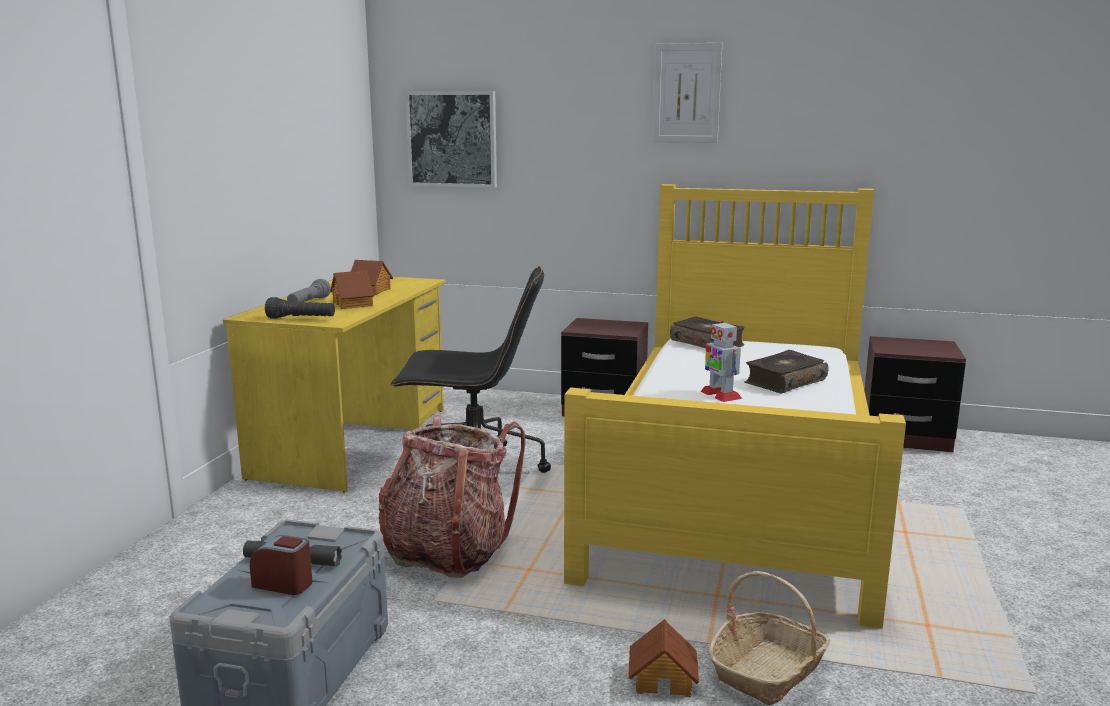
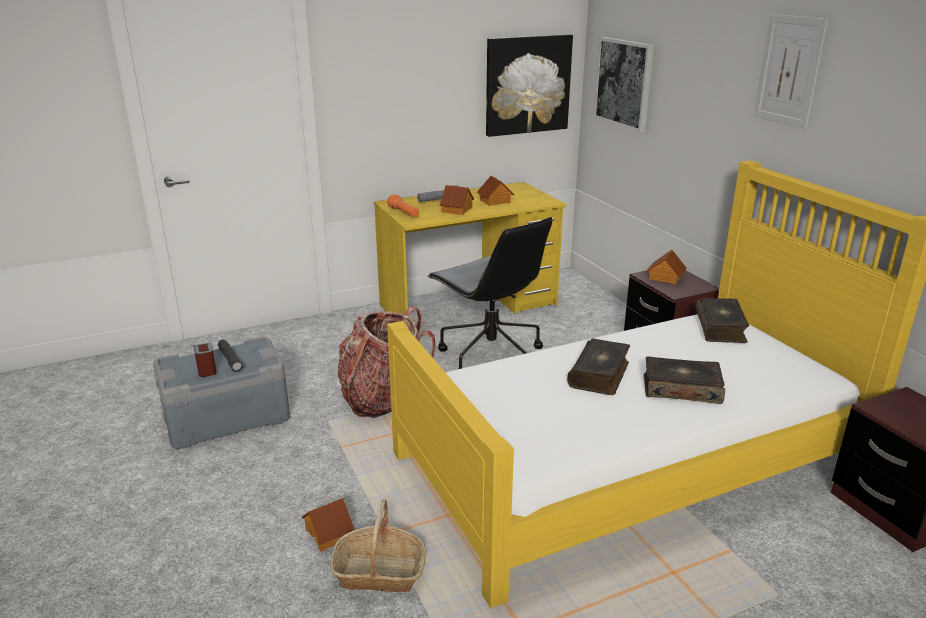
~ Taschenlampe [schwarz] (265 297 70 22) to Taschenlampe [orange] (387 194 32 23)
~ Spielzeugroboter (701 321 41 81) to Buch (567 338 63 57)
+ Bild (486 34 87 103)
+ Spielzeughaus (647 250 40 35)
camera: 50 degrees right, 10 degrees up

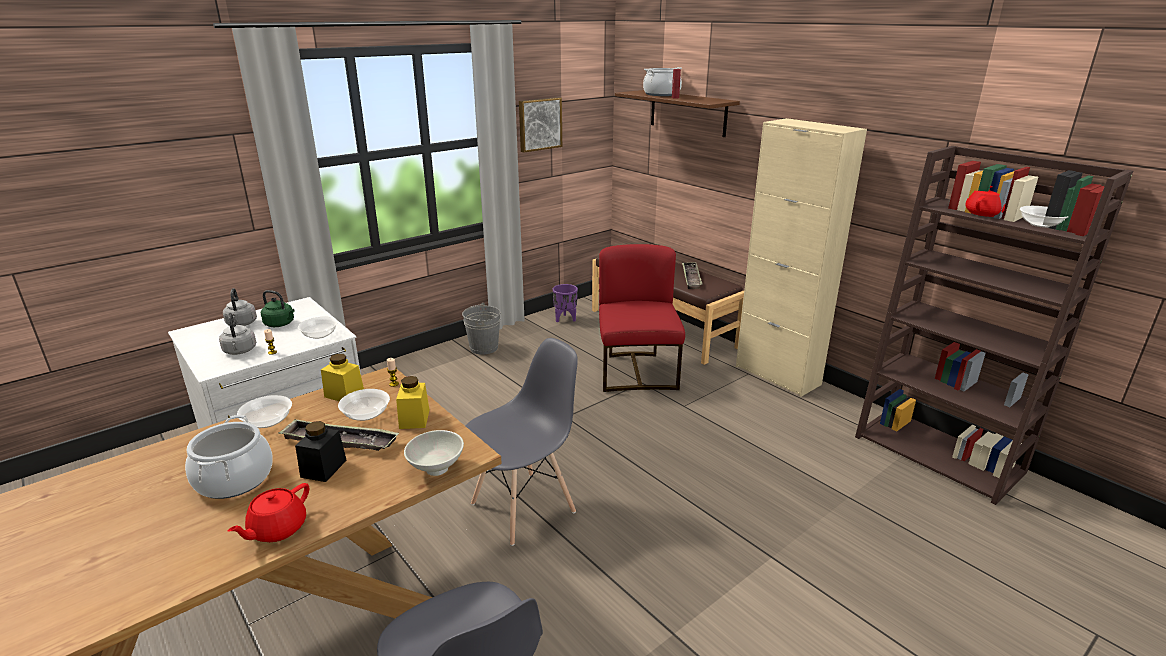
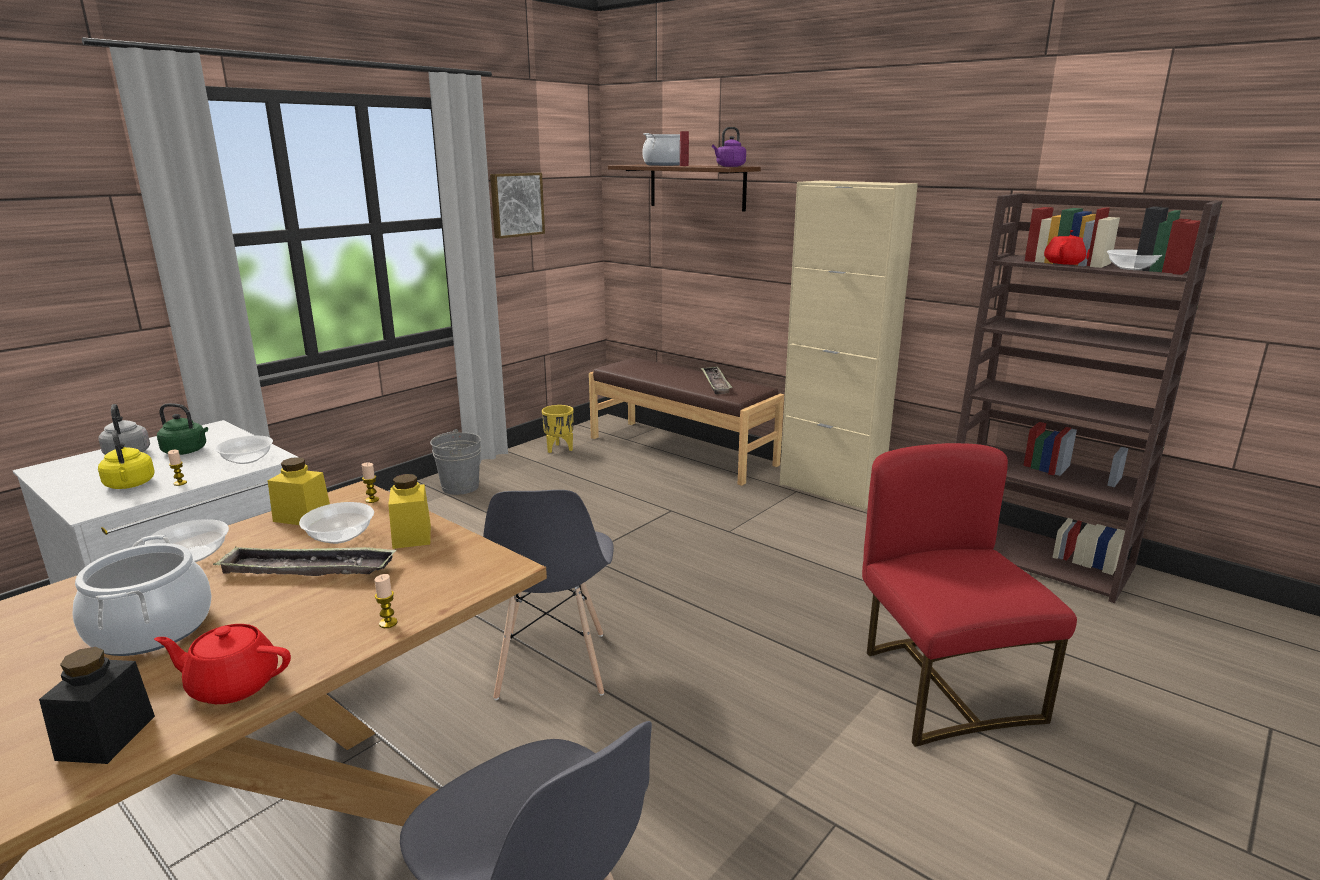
~ Stuhl [rot] (599 244 86 148) to (862 443 215 304)
~ Pflanzkübel [lila] (553 284 25 38) to Pflanzkübel [gelb] (542 405 31 48)
~ Wasserkessel [grau] (219 313 37 42) to Wasserkessel [gelb] (98 430 57 59)
~ Stuhl [grau] (465 338 113 208) = (483 490 131 210) 135 degrees clockwise
~ Vorratsglas [schwarz] (295 421 52 61) to (39 647 116 117)
- Schüssel [weiß] (404 430 60 46)
~ Teekanne [rot] (228 483 81 59) = (154 624 137 80) 75 degrees clockwise
+ Wasserkessel [lila] (712 127 34 40)
+ Kerze (374 574 24 54)
camera: 10 degrees left, 5 degrees down

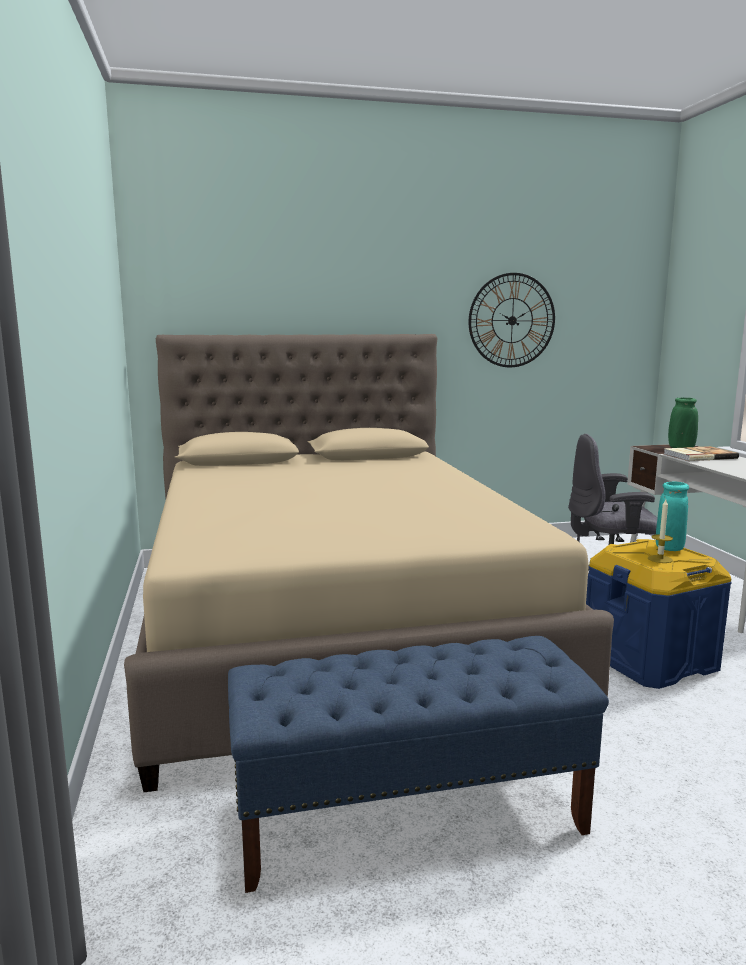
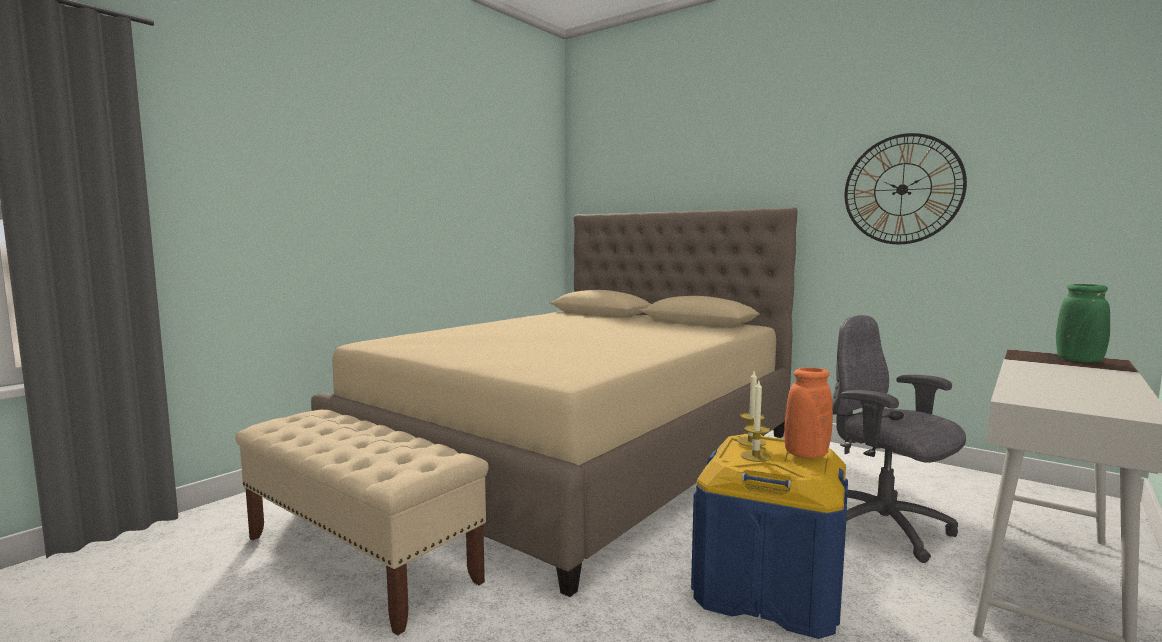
- Buch (664 446 75 15)
~ Vase [türkis] (656 482 33 69) to Vase [orange] (784 368 49 90)
~ Bank [blau] (228 636 381 257) to Bank [beige] (235 410 253 225)
+ Kerze (737 371 28 76)
camera: 50 degrees right, 5 degrees down

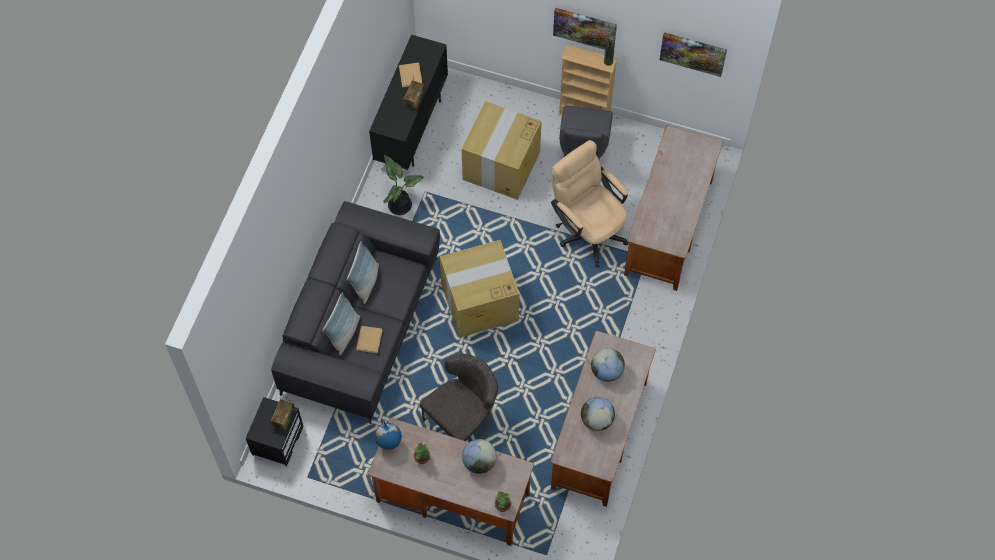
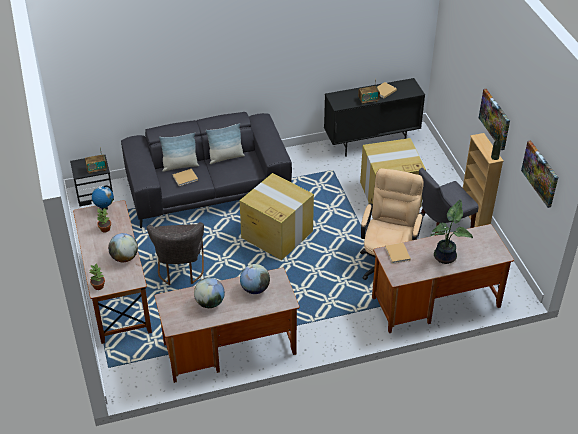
~ Topfpflanze (383 155 41 60) to (430 199 43 65)
~ Stuhl [grau] (420 354 78 87) = (147 222 57 63) 75 degrees clockwise
+ Buch [beige] (385 243 26 21)
camera: 55 degrees right, 20 degrees down

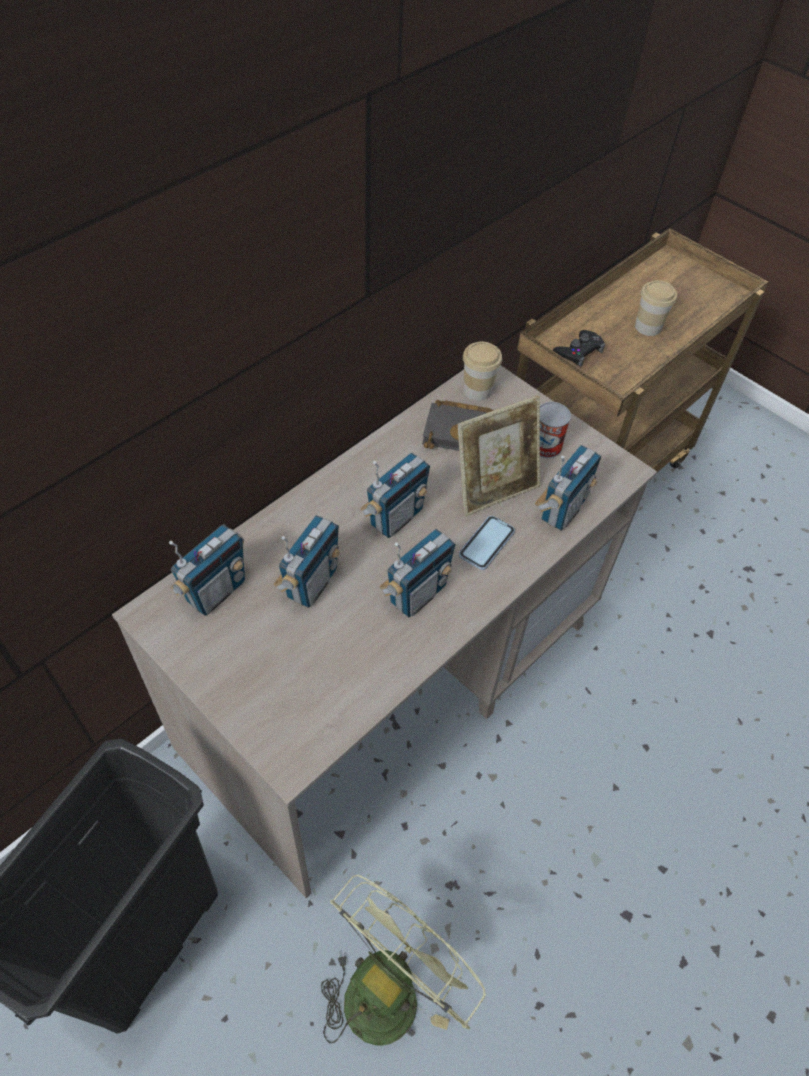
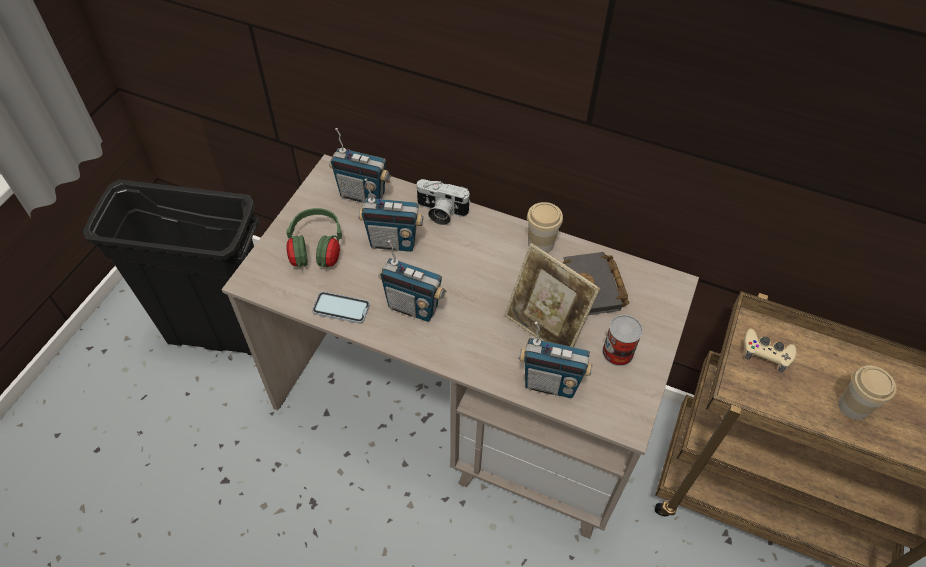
~ Gamepad [schwarz] (553 330 53 37) to Gamepad [beige] (744 329 52 44)
~ Tasse (463 342 39 59) to (527 202 36 51)
- Radio (360 453 70 85)
~ Handy (459 516 56 54) to (312 292 58 31)
- Ventilator [grün] (321 875 165 170)
+ Kamera (415 179 56 46)
+ Kopfhörer [grün] (286 208 56 59)
camera: 70 degrees right, 0 degrees up

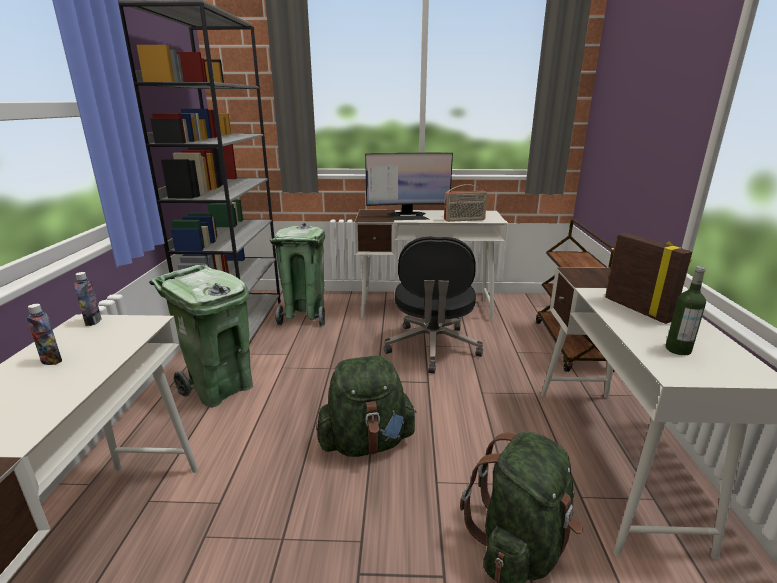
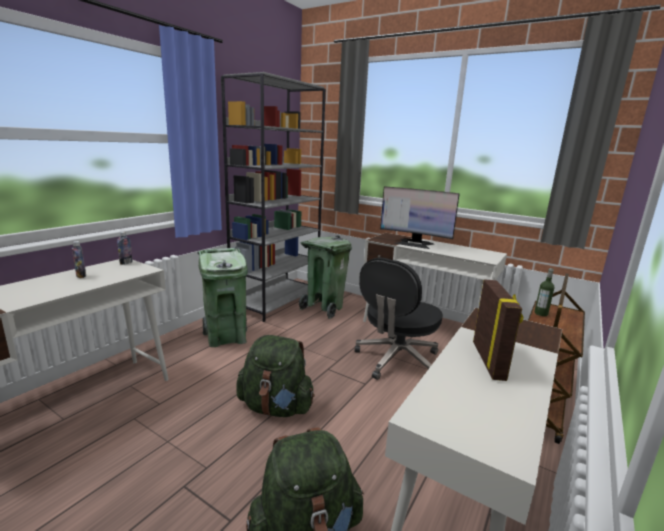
- Radio (444 184 43 38)
~ Flasche (665 266 41 89) to (534 268 21 48)
camera: 30 degrees right, 5 degrees down

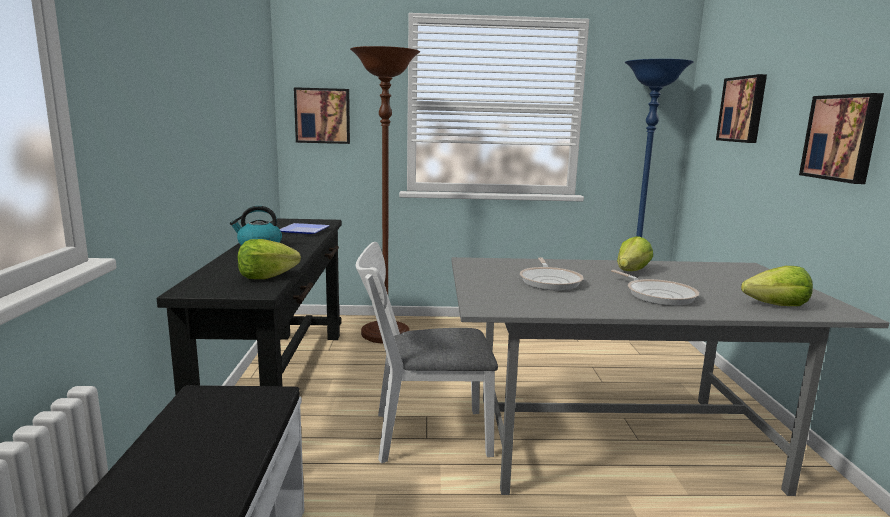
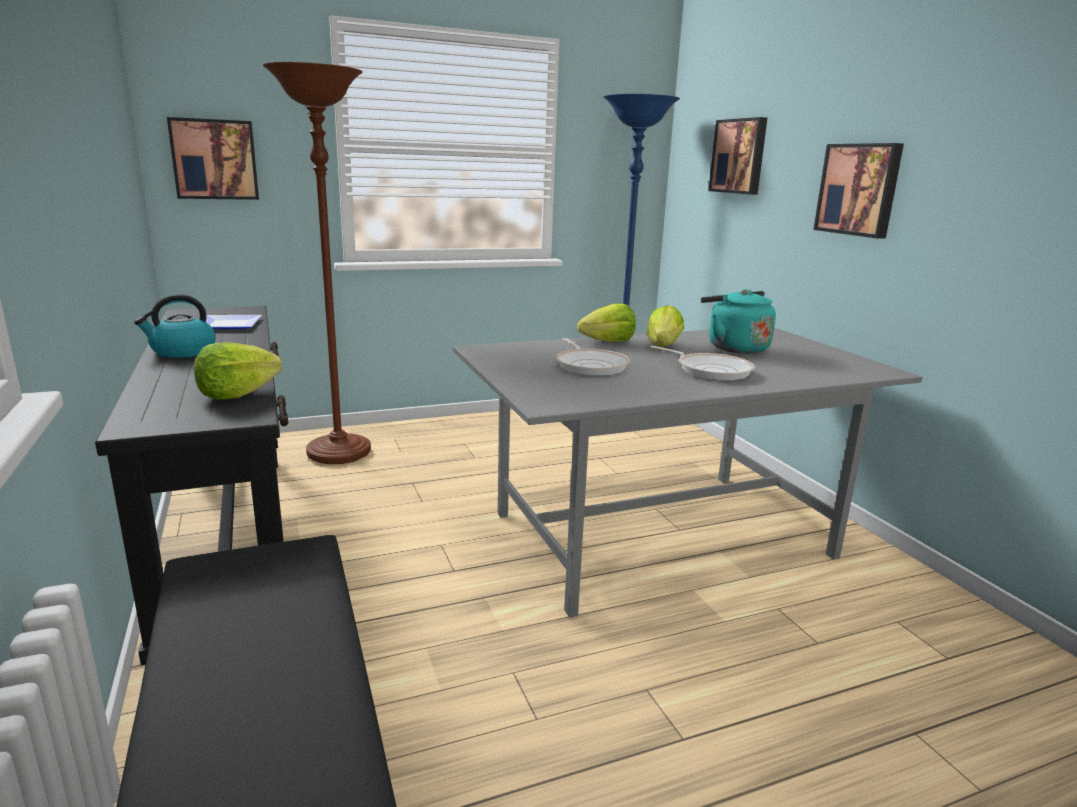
- Stuhl [weiß] (356 242 142 221)
~ Salatkopf (741 266 72 40) to (577 303 59 39)
+ Wasserkessel [türkis] (701 289 75 65)
camera: 20 degrees left, 5 degrees up

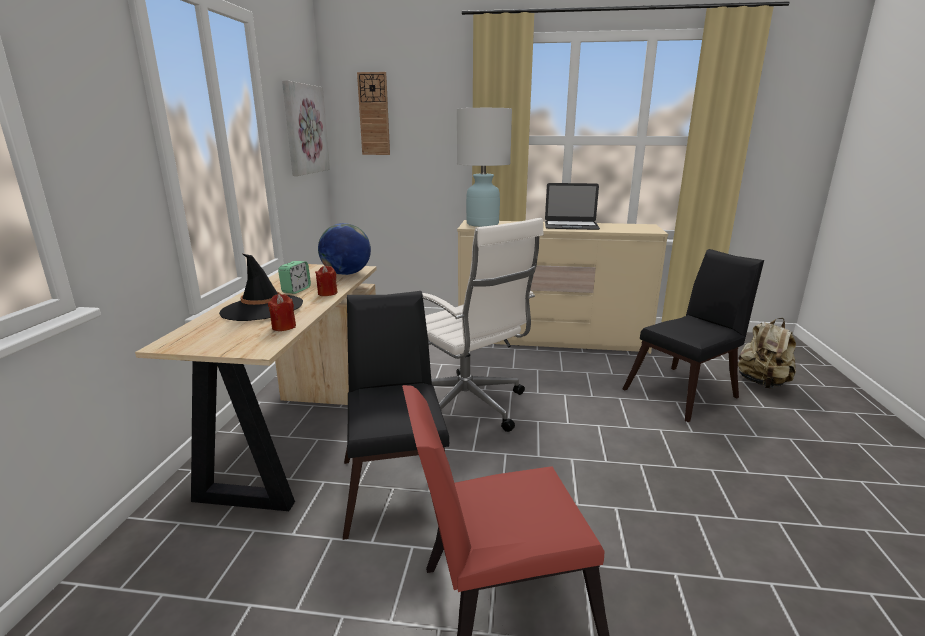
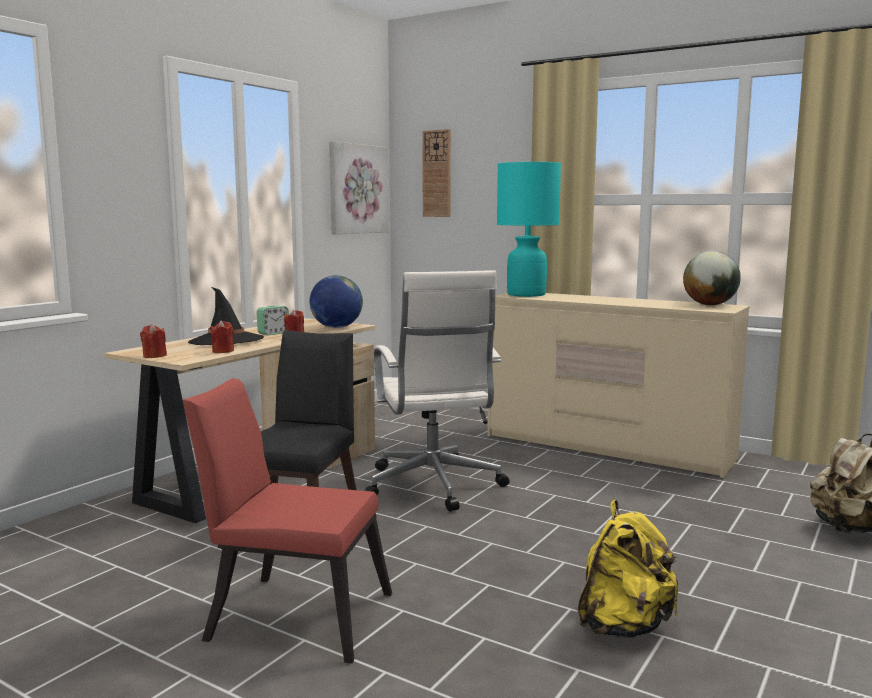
~ Tischlampe [weiß] (457 108 55 119) to Tischlampe [türkis] (497 162 64 135)
- Laptop (545 183 55 47)
- Stuhl [schwarz] (623 249 141 173)
+ Globus (683 251 58 54)
+ Kerze [rot] (140 324 27 34)
+ Rucksack [gelb] (578 500 100 138)
camera: 25 degrees right, 10 degrees down

